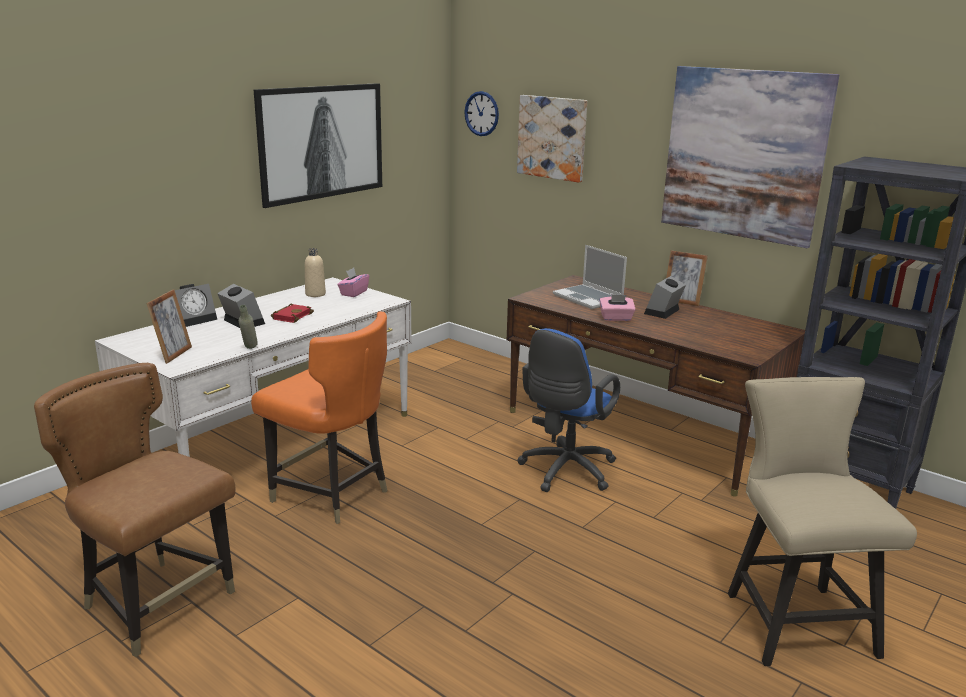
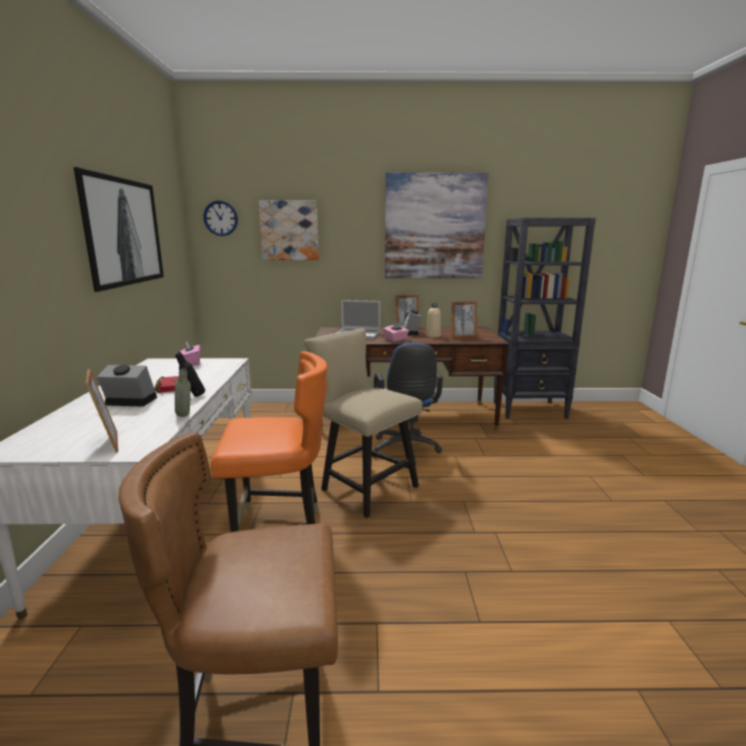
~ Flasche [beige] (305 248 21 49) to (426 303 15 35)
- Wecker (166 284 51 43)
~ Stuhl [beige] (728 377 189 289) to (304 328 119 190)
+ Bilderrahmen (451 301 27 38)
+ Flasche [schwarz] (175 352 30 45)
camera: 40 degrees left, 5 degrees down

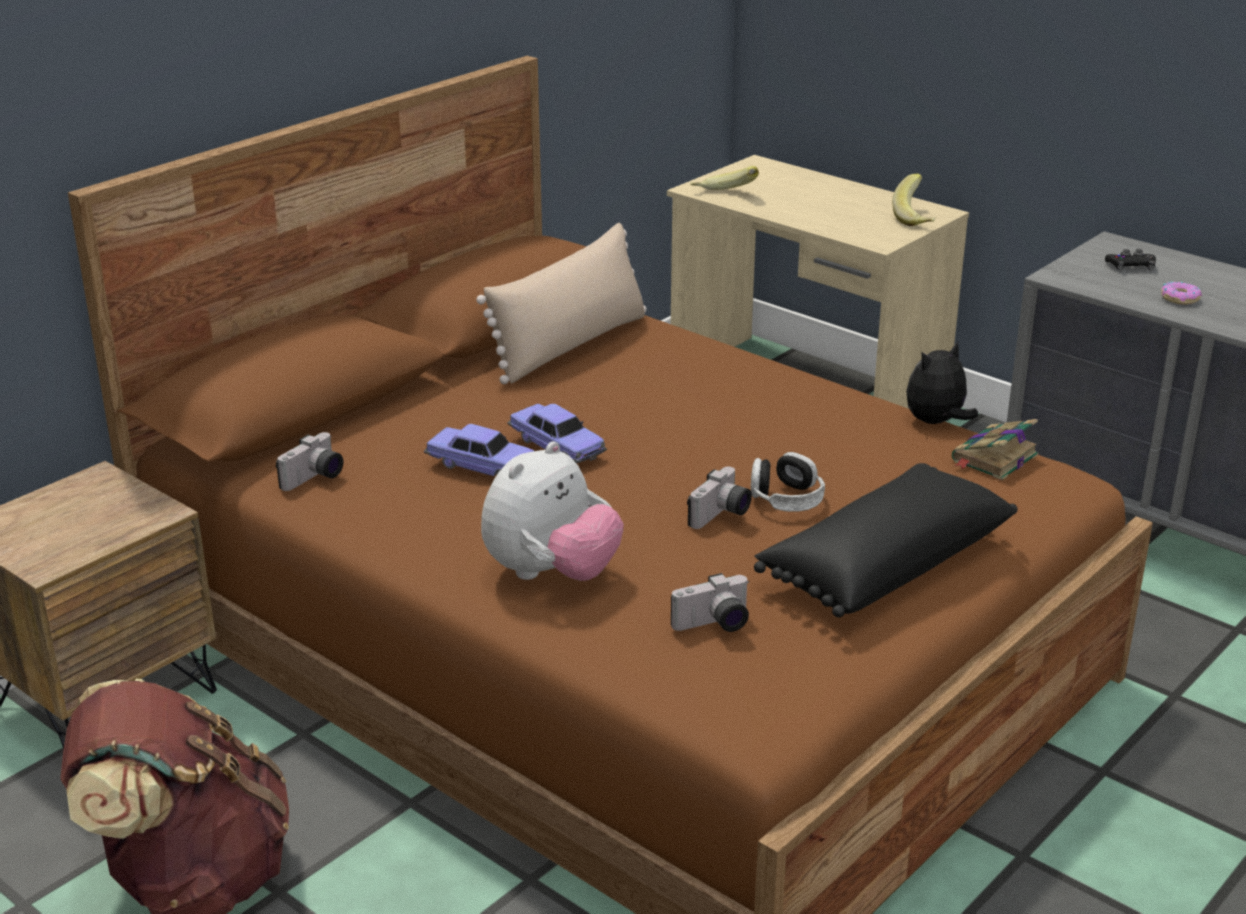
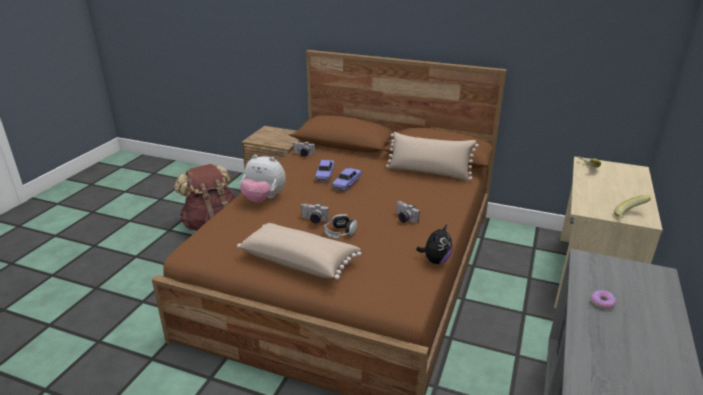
- Gamepad [schwarz] (1105 249 51 22)
~ Plüschtier (906 341 72 83) = (416 224 36 40) 90 degrees clockwise
- Buch (952 419 86 61)
~ Kissen [schwarz] (754 463 264 154) to Kissen [beige] (237 223 125 57)
~ Kamera (671 573 78 59) to (397 201 23 23)
camera: 70 degrees right, 0 degrees up

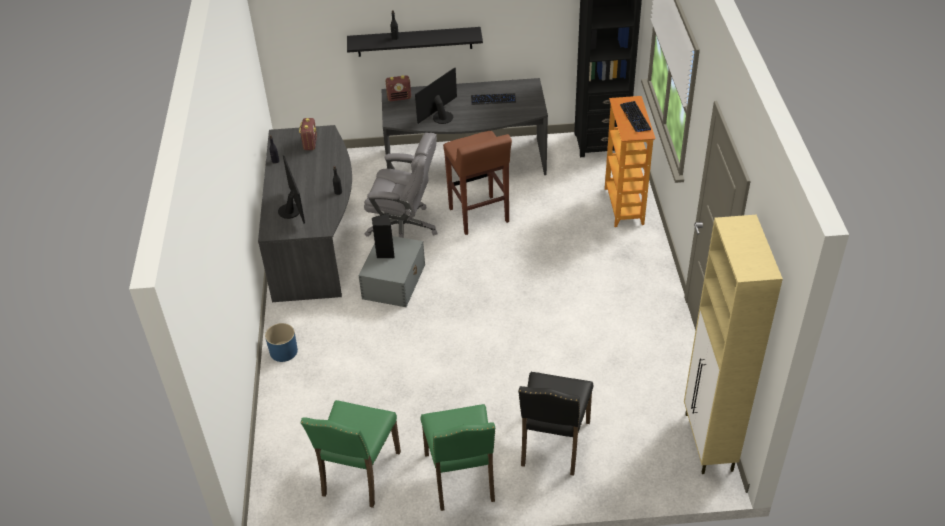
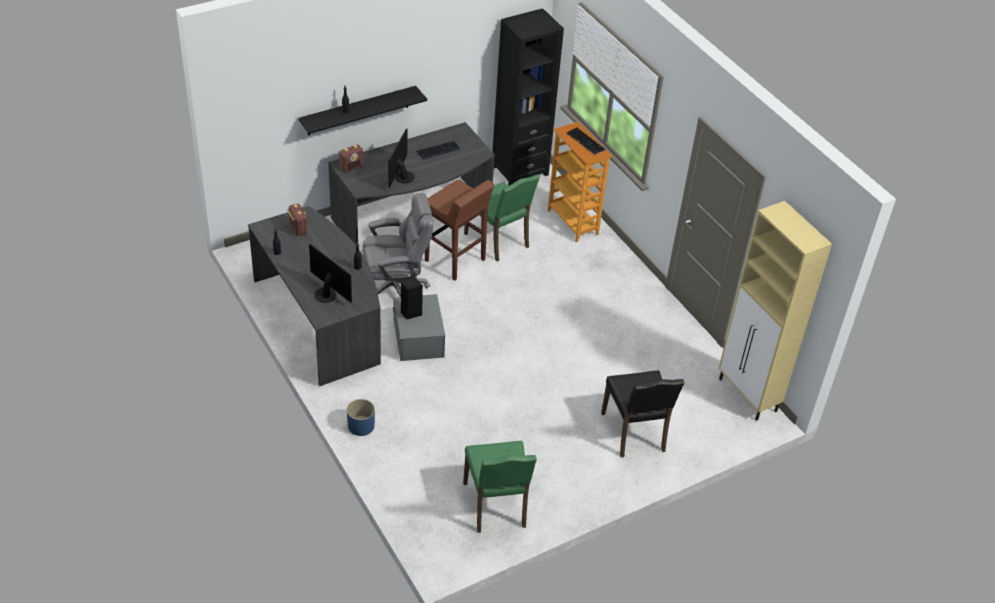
~ Stuhl [grün] (420 404 76 107) to (464 174 76 88)
camera: 30 degrees left, 0 degrees up

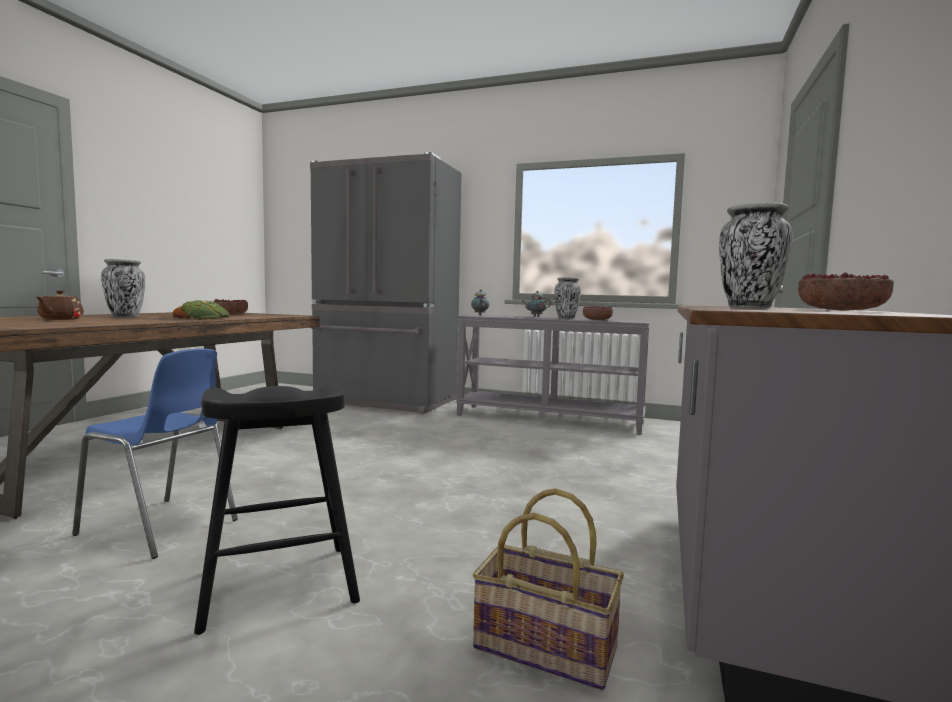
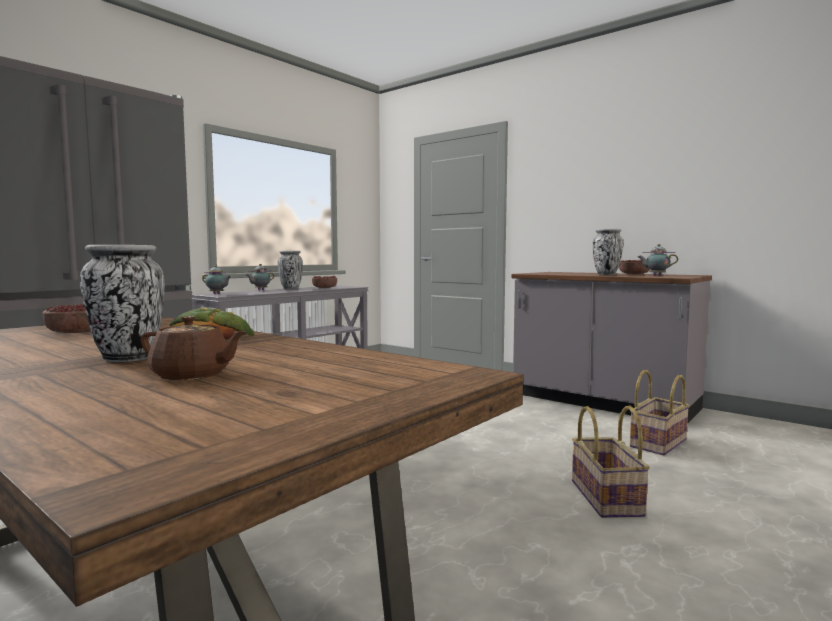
- Stuhl [blau] (72 349 166 210)
~ Hocker [schwarz] (194 383 166 252) to Korb (572 405 78 113)
+ Teekanne (638 244 40 32)
camera: 70 degrees left, 0 degrees up

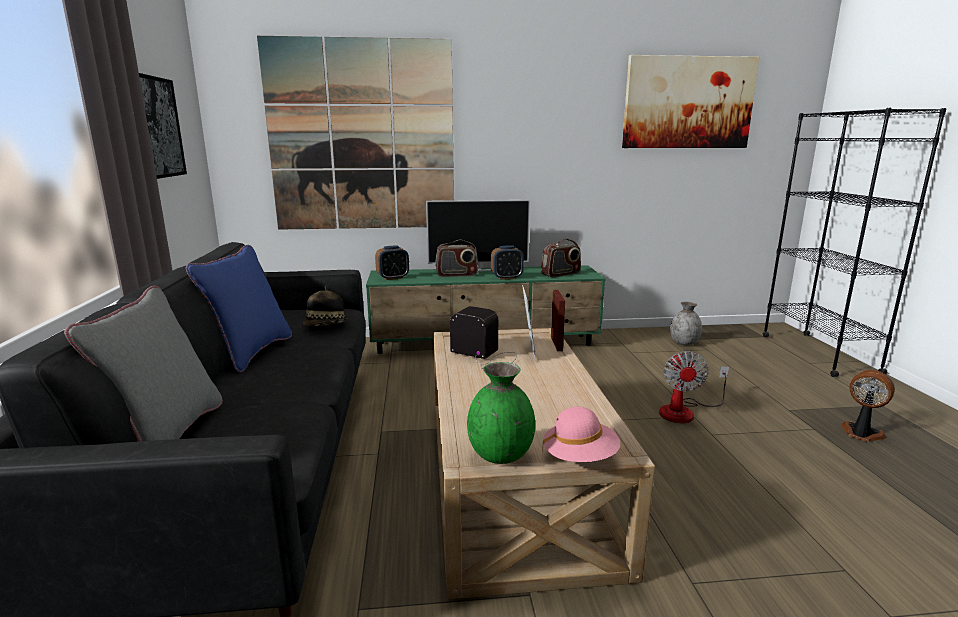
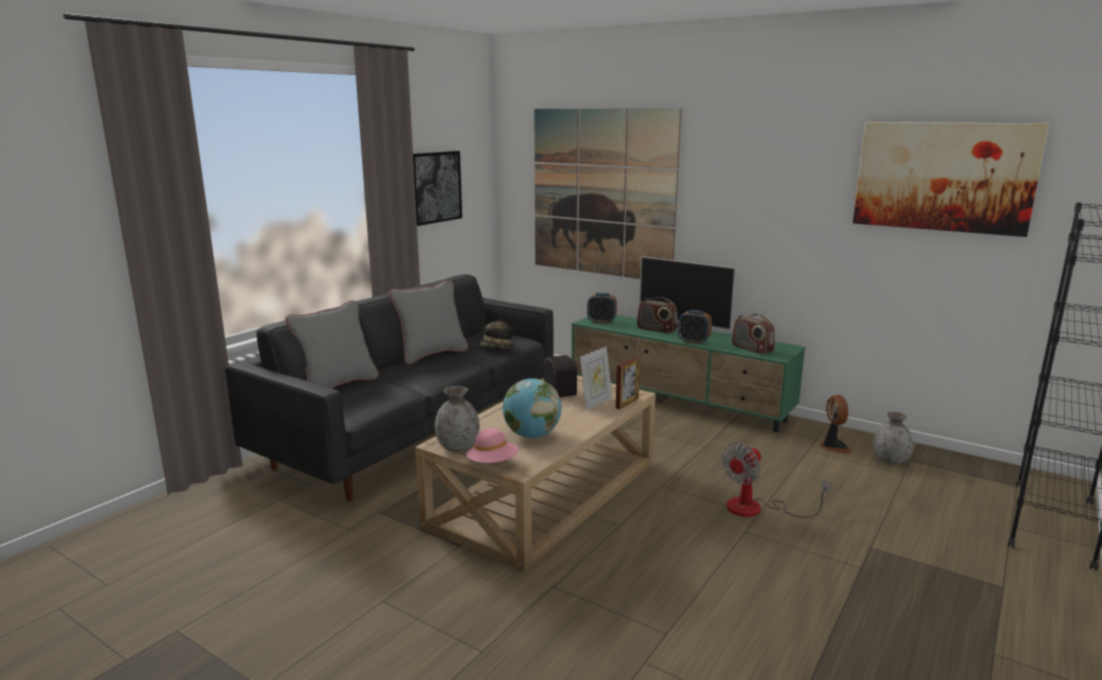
~ Radio (541 239 40 38) = (732 314 43 41) 45 degrees clockwise
~ Kissen [blau] (185 245 107 127) to Kissen [grau] (388 280 80 85)
~ Vase [grün] (467 362 68 102) to Vase [grau] (435 386 45 66)
~ Ventilator (841 370 54 72) to (819 395 34 59)
+ Globus (503 379 58 59)
camera: 40 degrees right, 0 degrees up

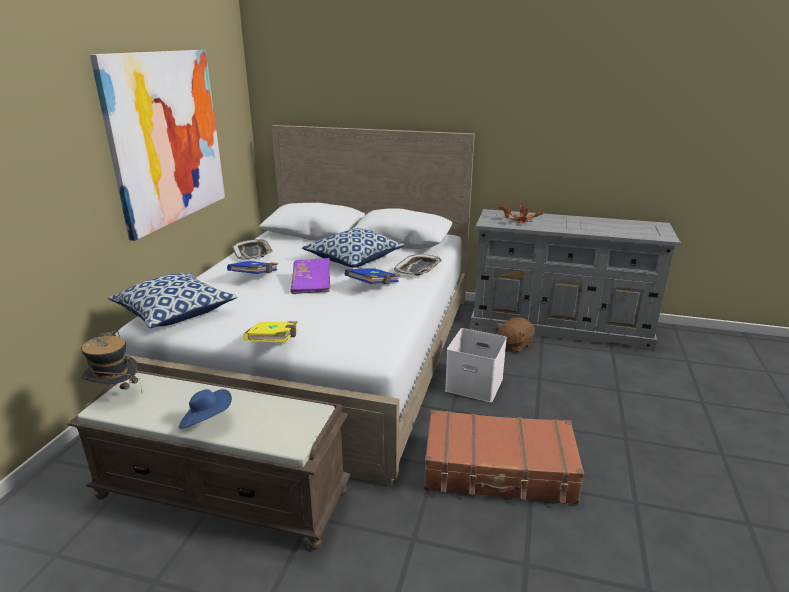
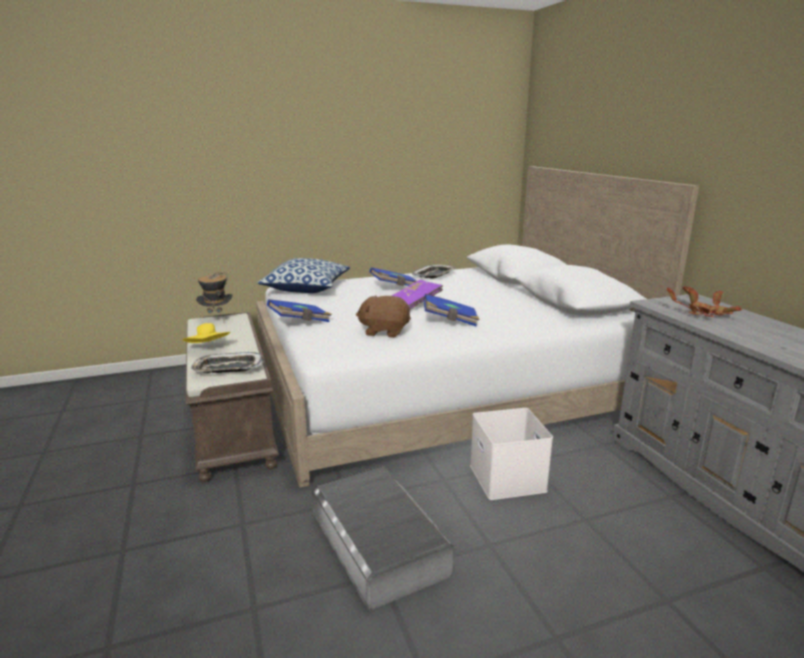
- Bild (90 50 135 191)
- Kissen (302 228 103 40)
~ Tablett (394 254 48 21) to (191 352 73 21)
~ Plüschtier [braun] (497 317 38 36) to (356 295 55 43)
~ Buch [gelb] (243 321 55 22) to Buch [blau] (267 299 65 23)
~ Hut [blau] (179 389 53 40) to Hut [gelb] (182 323 48 20)
~ Koffer [braun] (424 410 160 95) to Aufbewahrungsbox [grau] (312 466 142 145)
camera: 55 degrees right, 5 degrees down

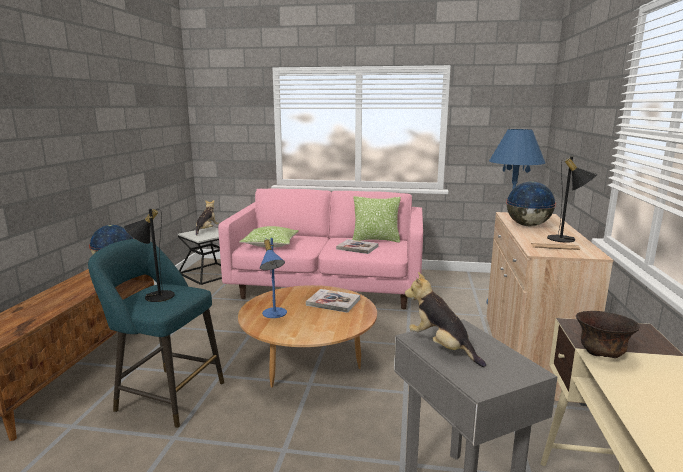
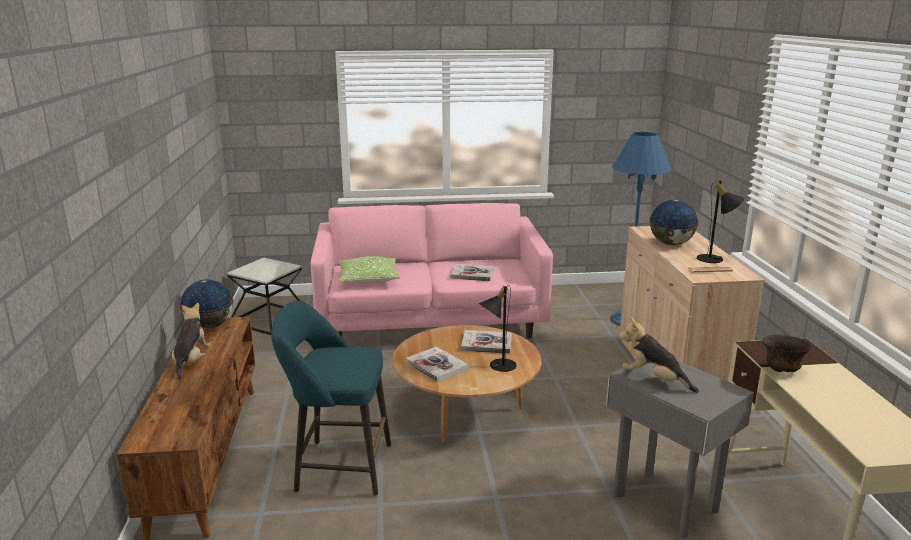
- Kissen (352 196 49 47)
~ Plüschtier (196 200 23 36) to (172 303 39 77)
~ Tischlampe [schwarz] (124 209 51 93) to (479 285 38 87)
~ Tischlampe [blau] (260 238 27 80) to Buch (406 347 63 35)
camera: 15 degrees left, 5 degrees up

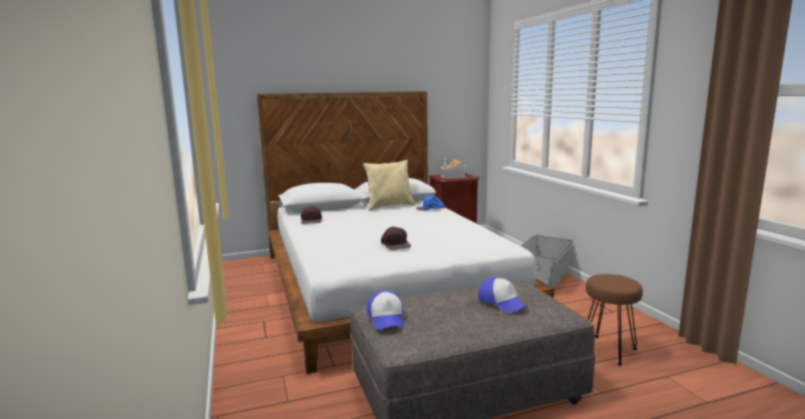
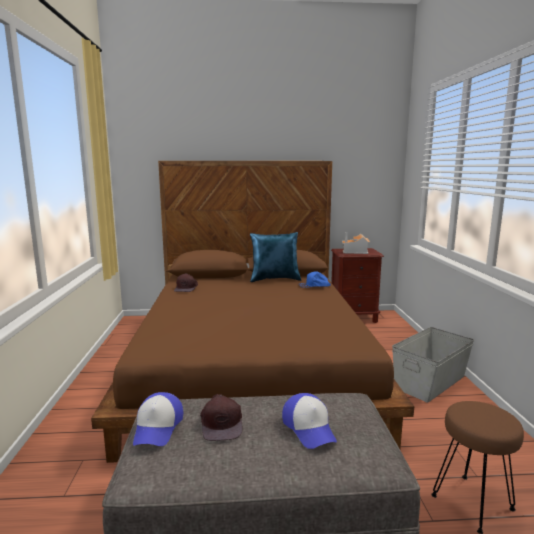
~ Bett [weiß] (257 91 297 283) to Bett [braun] (91 161 323 302)
~ Kissen [beige] (363 160 52 51) to Kissen [blau] (250 232 51 50)
~ Kappe [braun] (381 226 30 24) to (200 394 43 47)
camera: 15 degrees right, 0 degrees up

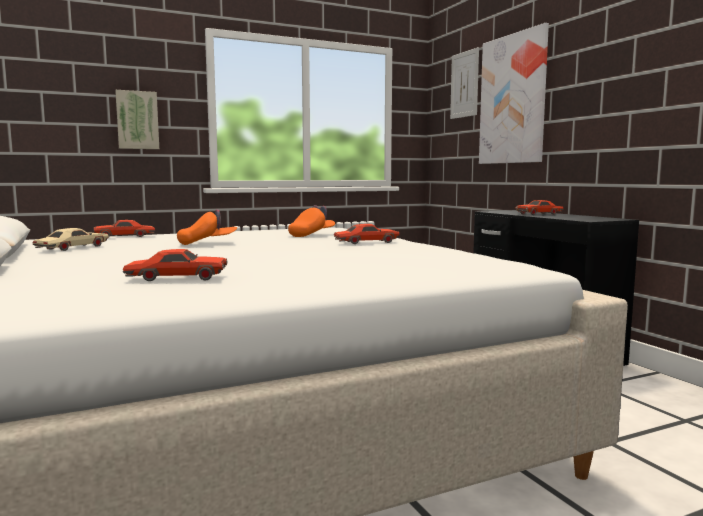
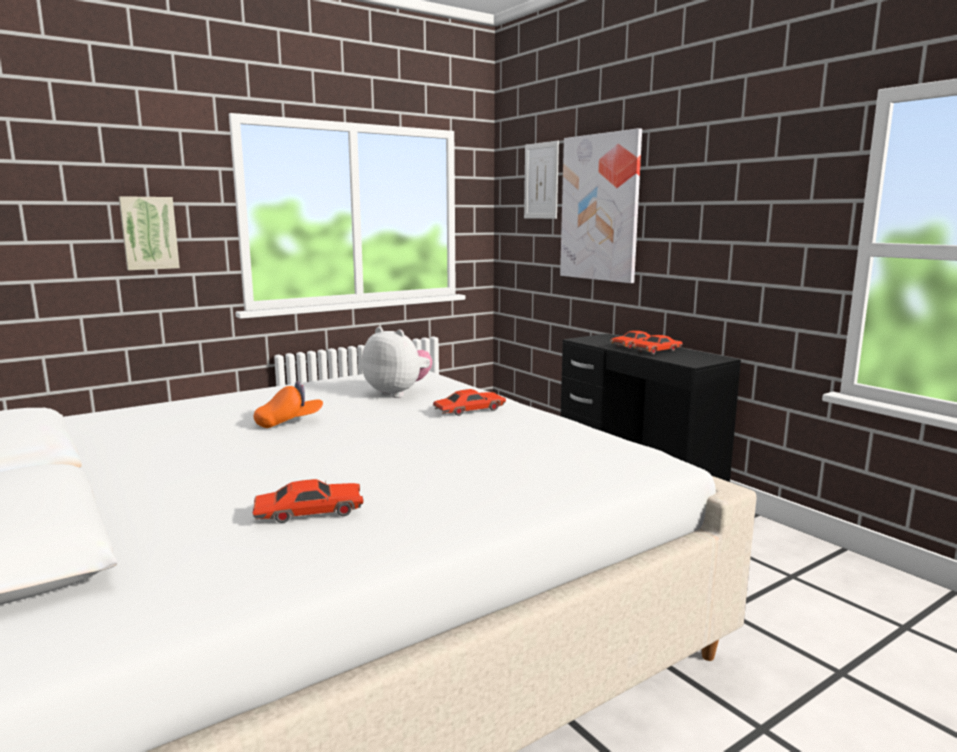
~ Kappe [orange] (288 205 47 32) to Plüschtier (362 327 70 71)
~ Spielzeugauto [rot] (93 220 62 18) to (633 335 50 20)
- Spielzeugauto [beige] (32 228 77 23)
camera: 10 degrees left, 5 degrees up

